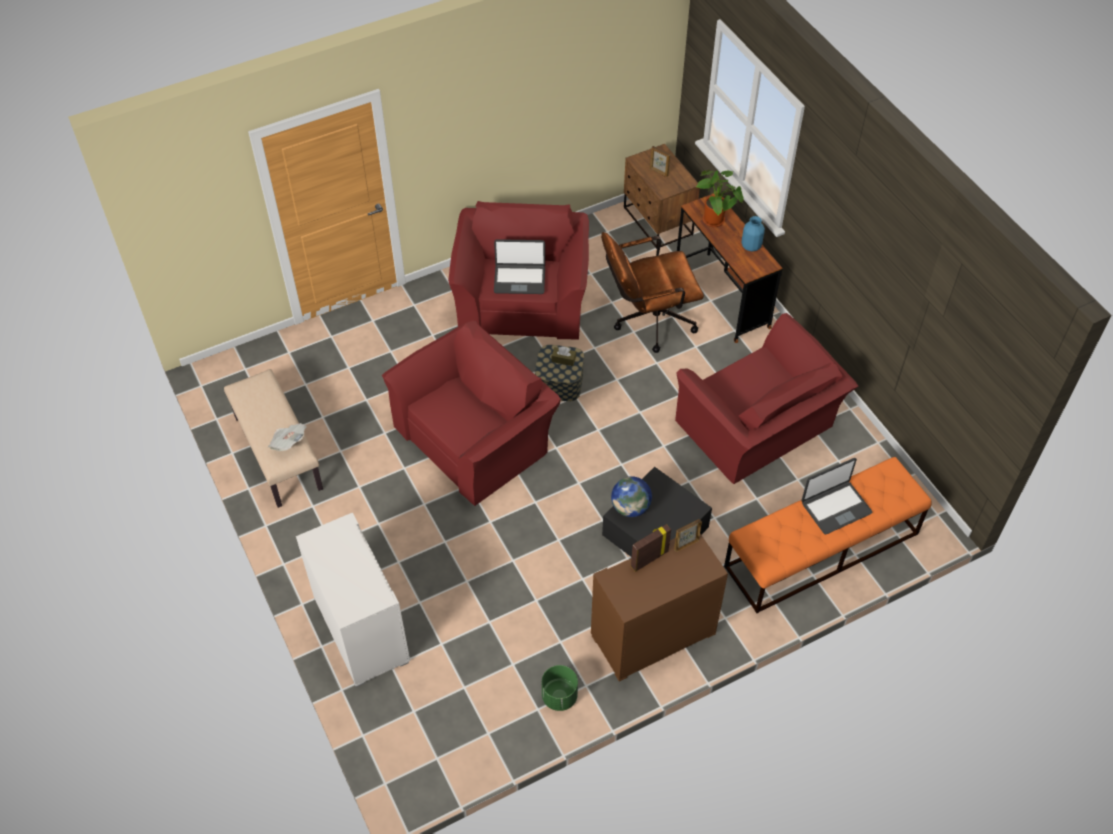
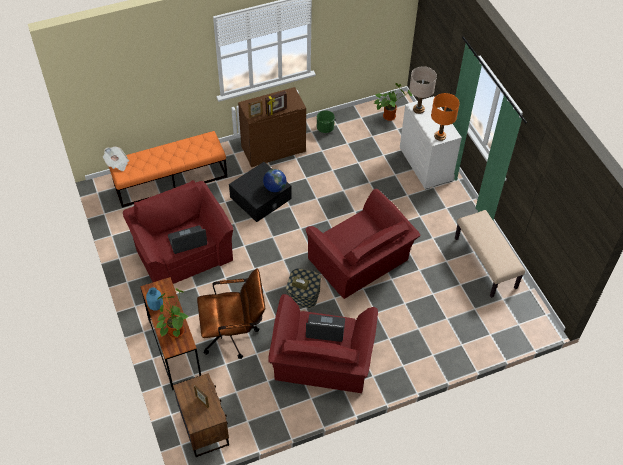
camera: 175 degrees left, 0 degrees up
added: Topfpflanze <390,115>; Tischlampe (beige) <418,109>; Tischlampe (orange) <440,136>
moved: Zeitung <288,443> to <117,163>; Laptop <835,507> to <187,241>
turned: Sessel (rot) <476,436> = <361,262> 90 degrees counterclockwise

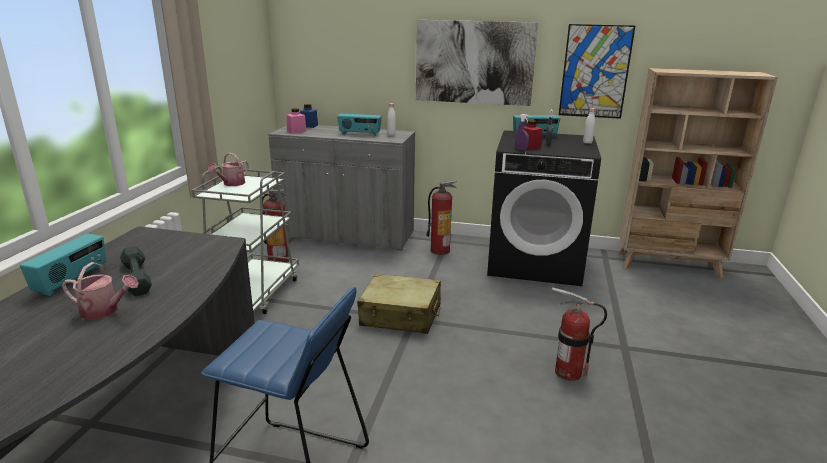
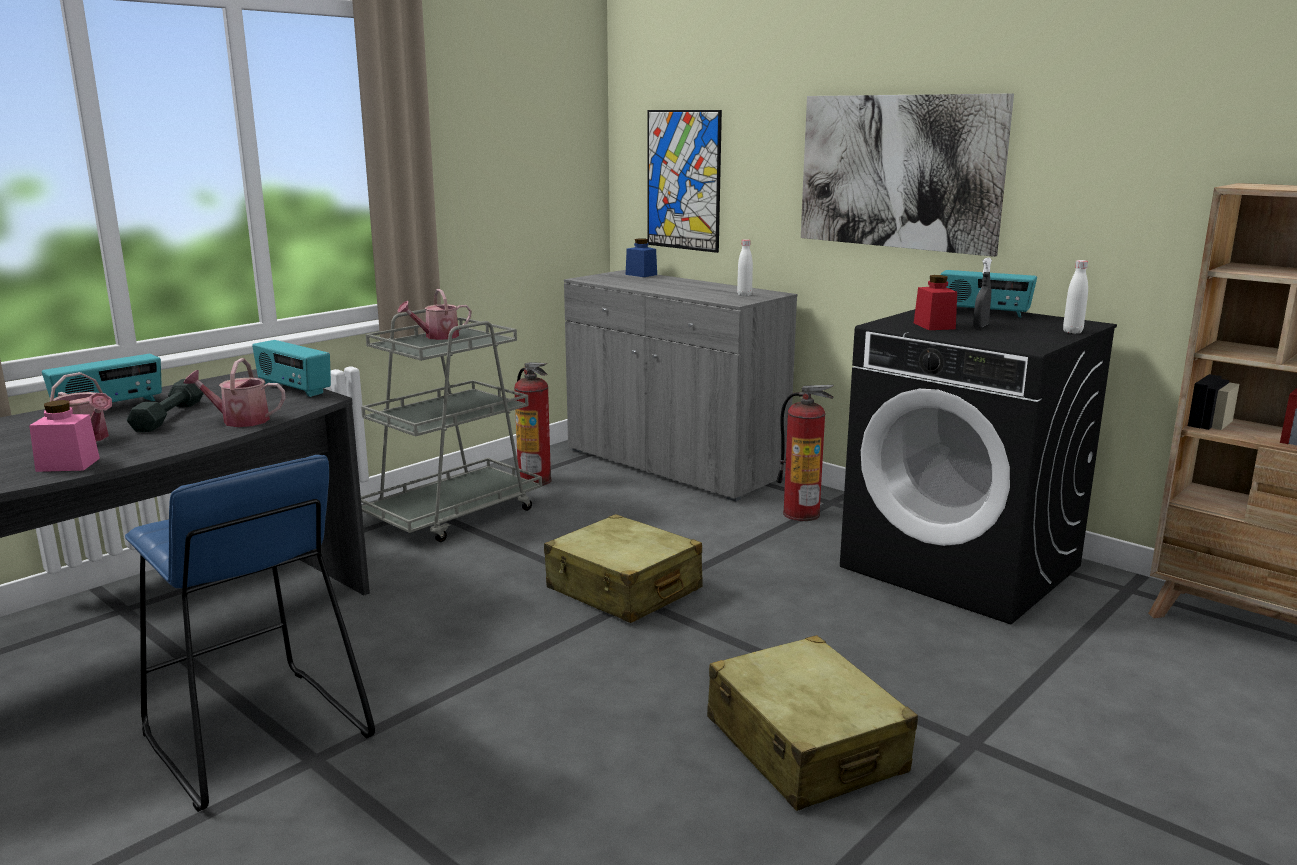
camera: 30 degrees right, 5 degrees down
removed: Sprühflasche (lila) <521,149>
added: Gießkanne <239,420>
moved: Vorratsglas (rosa) <296,131> to <68,465>; Radio <359,134> to <293,389>; Bild <595,72> to <683,180>
replaced: Feuerlöscher <568,372> to Koffer (beige) <805,746>

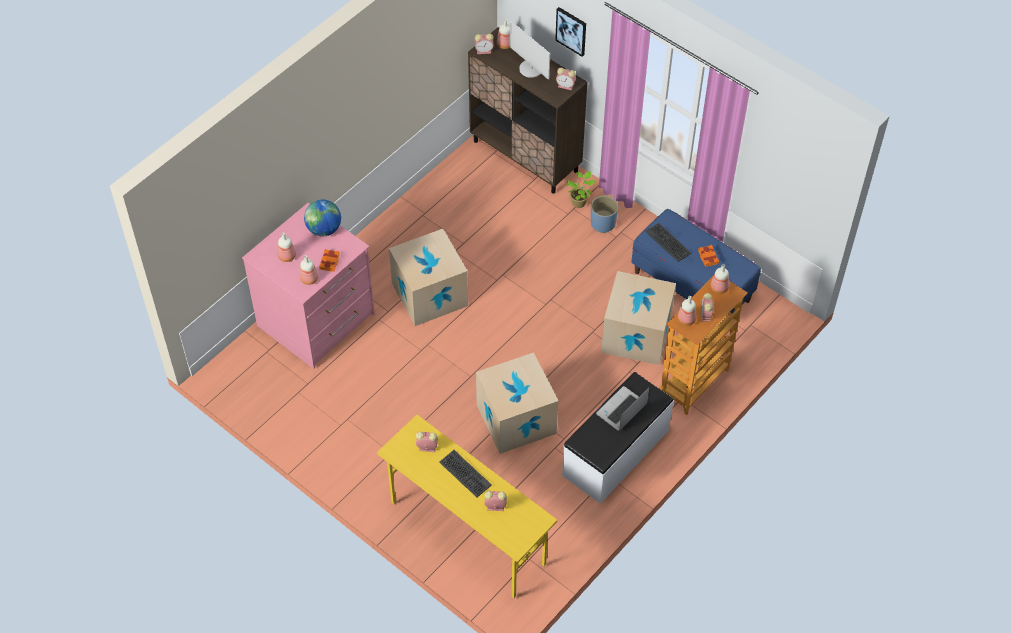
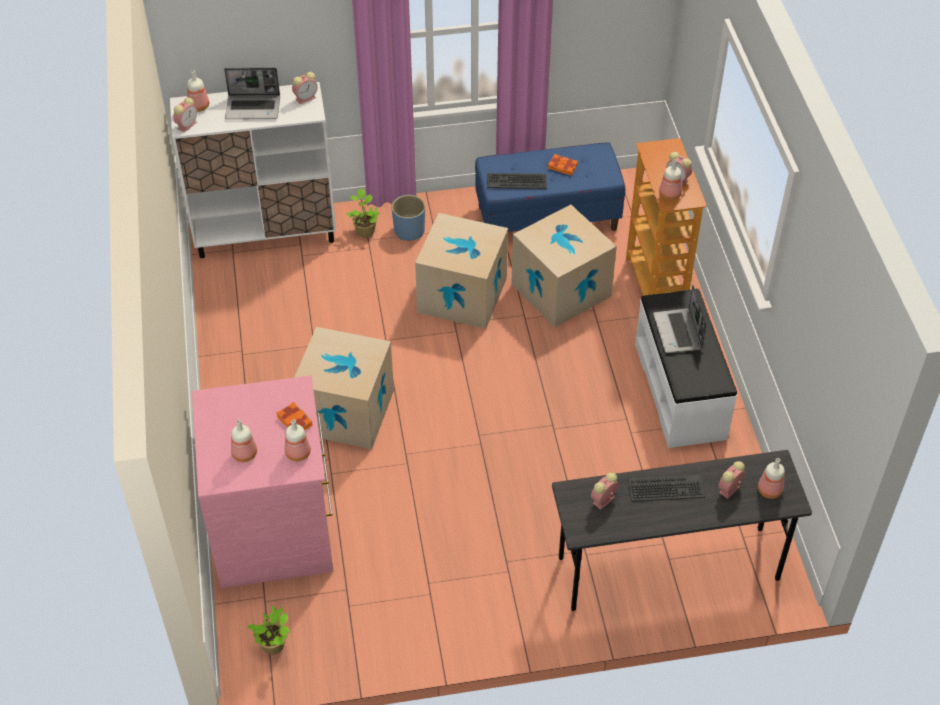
camera: 50 degrees left, 5 degrees down
removed: Globus <324,229>; Bild <571,31>
added: Topfpflanze <274,646>
moved: Karton <516,419> to <462,295>; Flasche <719,287> to <768,490>
replaced: Monitor <531,69> to Laptop <253,108>
recoloured: Schrank (braun) <525,156> to Schrank (weiß) <266,233>; Schreibtisch (gelb) <467,533> to Schreibtisch (grau) <667,569>

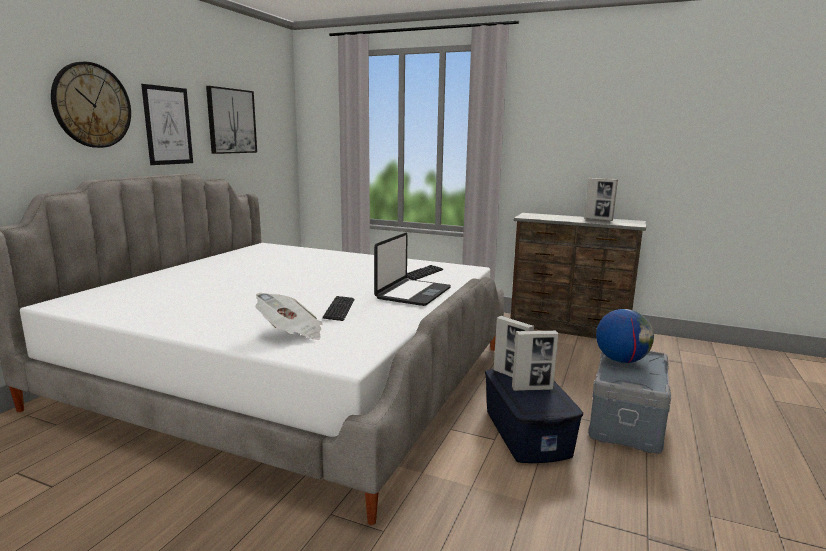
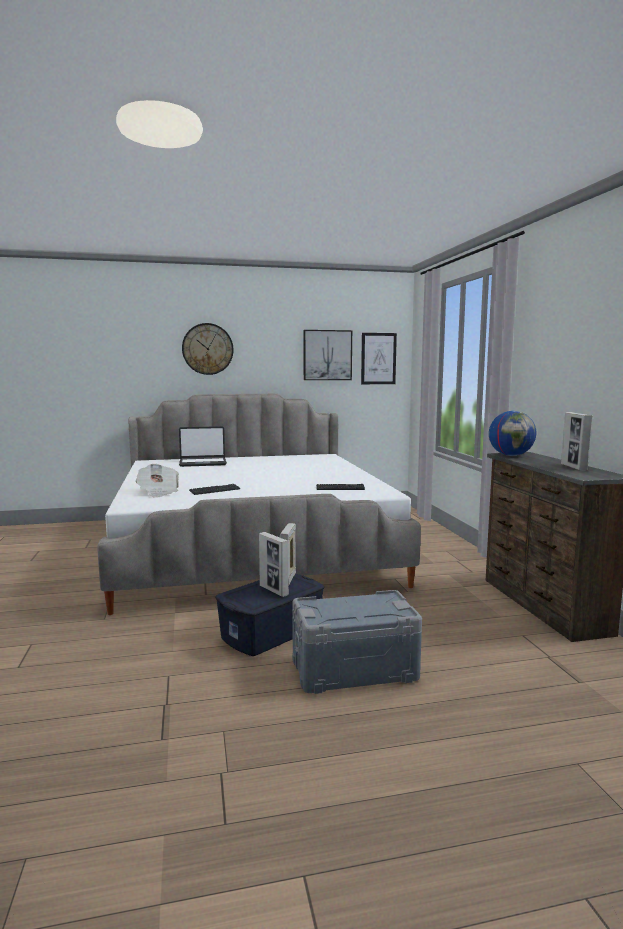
camera: 55 degrees right, 5 degrees down
moved: Laptop <412,293> to <202,463>; Bild <168,125> to <378,358>; Globus <621,360> to <511,455>

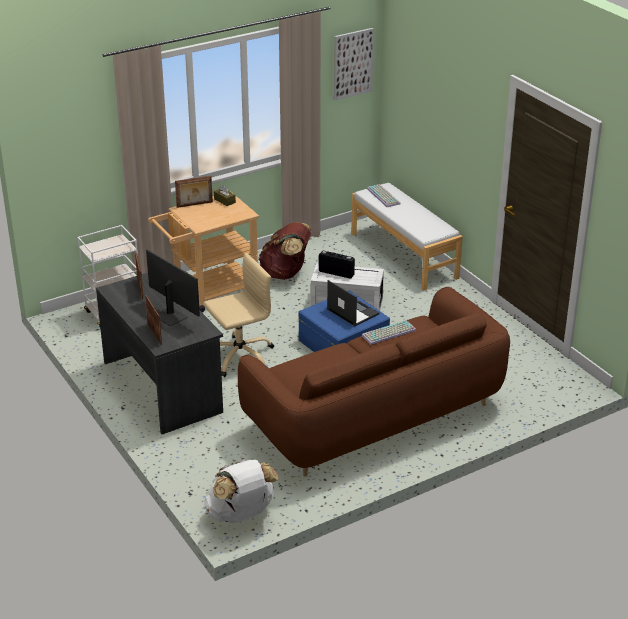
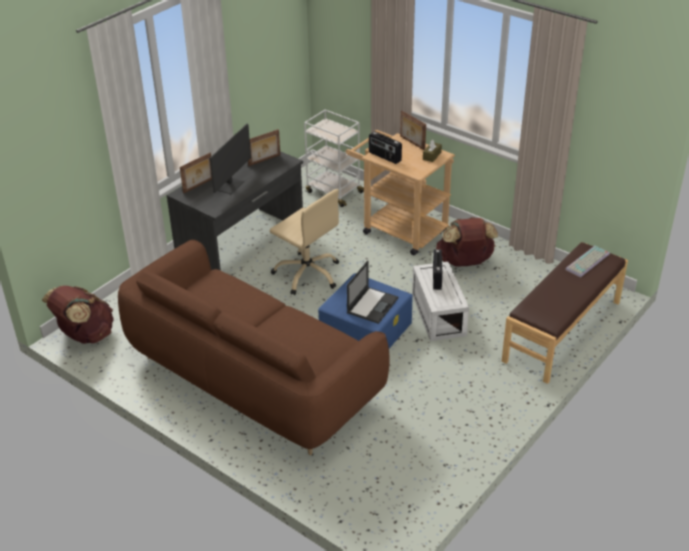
camera: 70 degrees right, 5 degrees up
removed: Bild <352,63>; Tastatur <388,334>
added: Radio <384,157>
recoloured: Rucksack (weiß) <241,515> to Rucksack (braun) <85,335>; Bank (weiß) <404,255> to Bank (braun) <563,331>

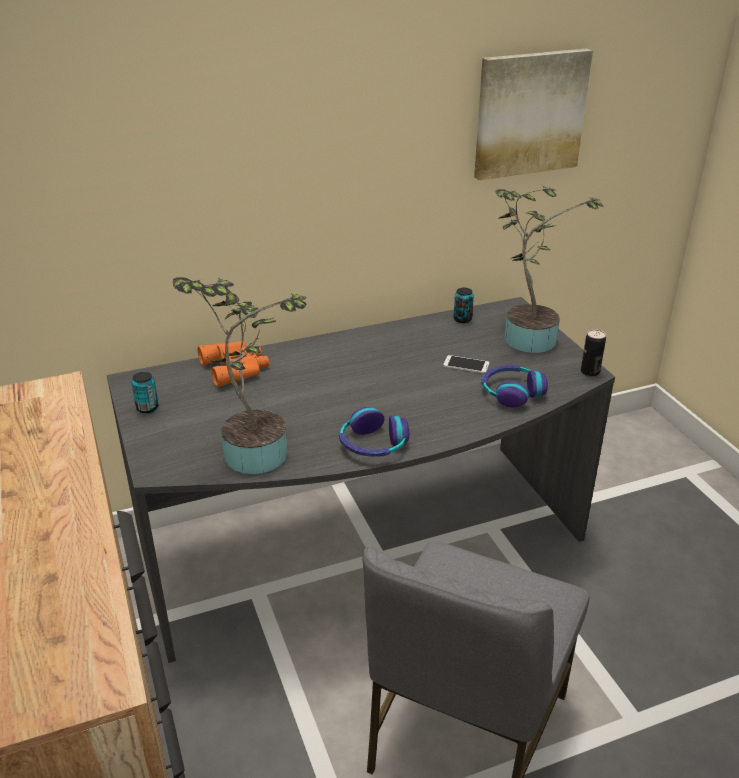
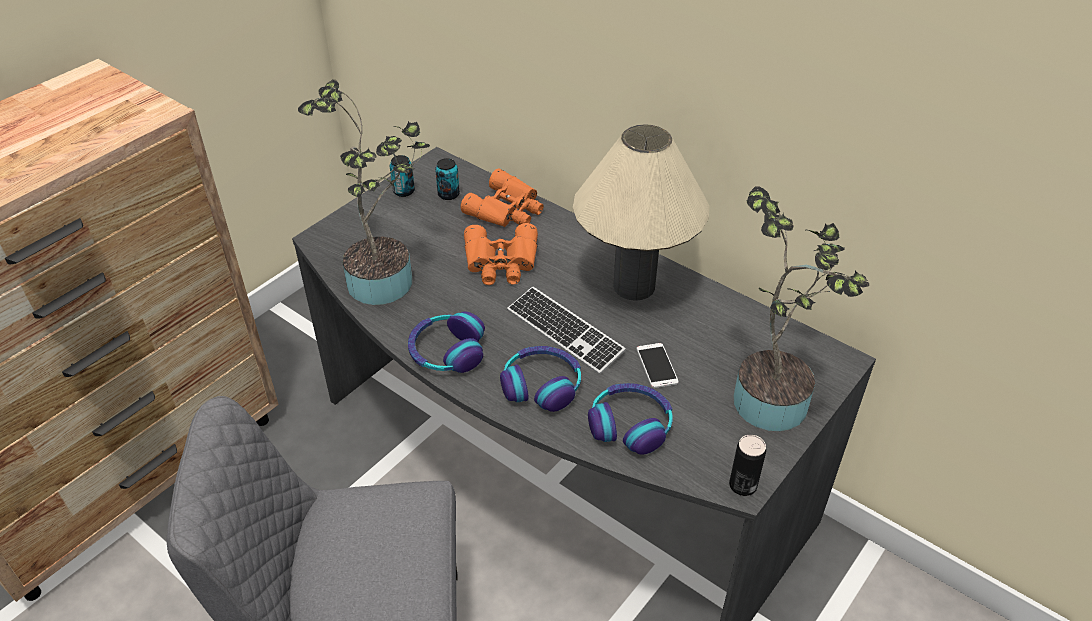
camera: 60 degrees right, 10 degrees up
removed: Bild <529,113>
added: Fernglas (orange) <501,263>; Kopfhörer <542,385>; Tastatur <564,332>; Tischlampe (beige) <634,286>
moved: Dose <462,319> to <448,194>

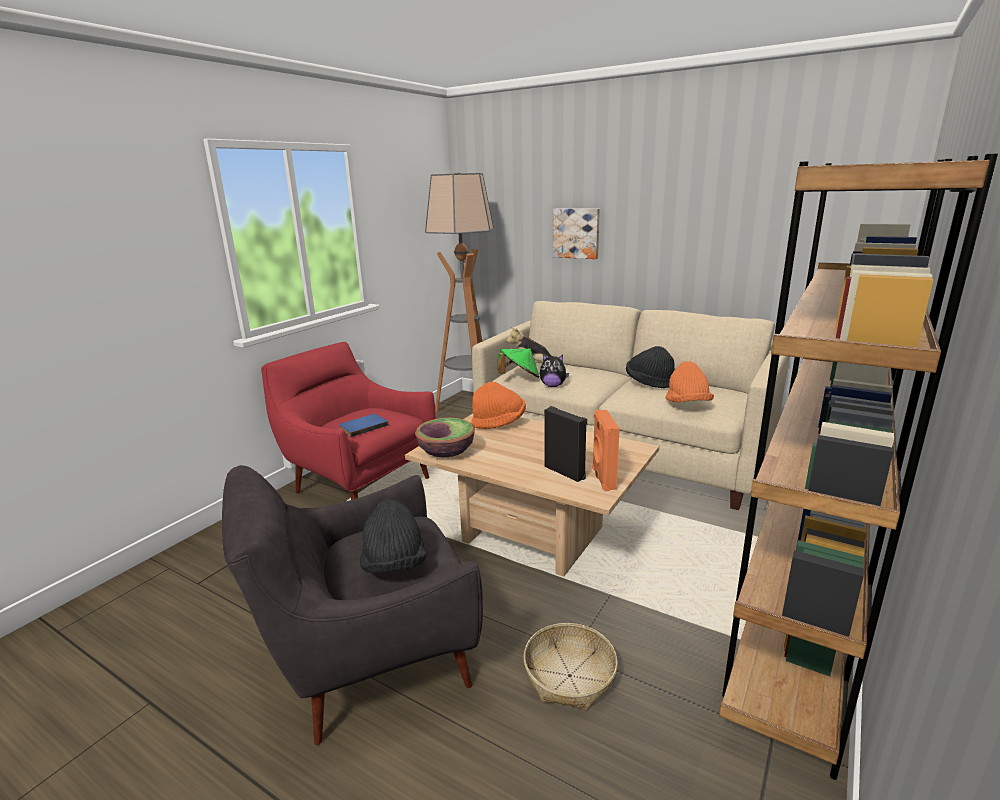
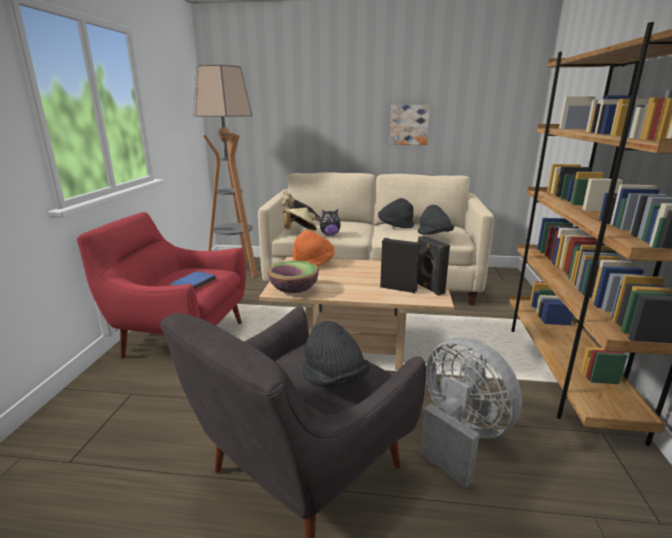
camera: 25 degrees left, 0 degrees up
moved: Bild <576,233> to <409,125>
replaced: Korb <569,675> to Ventilator (grau) <459,436>
recoloured: Hut (grün) <519,377> to Hut (beige) <299,231>; Lautsprecher (orange) <602,479> to Lautsprecher (schwarz) <428,288>; Hut (orange) <687,404> to Hut (schwarz) <434,236>

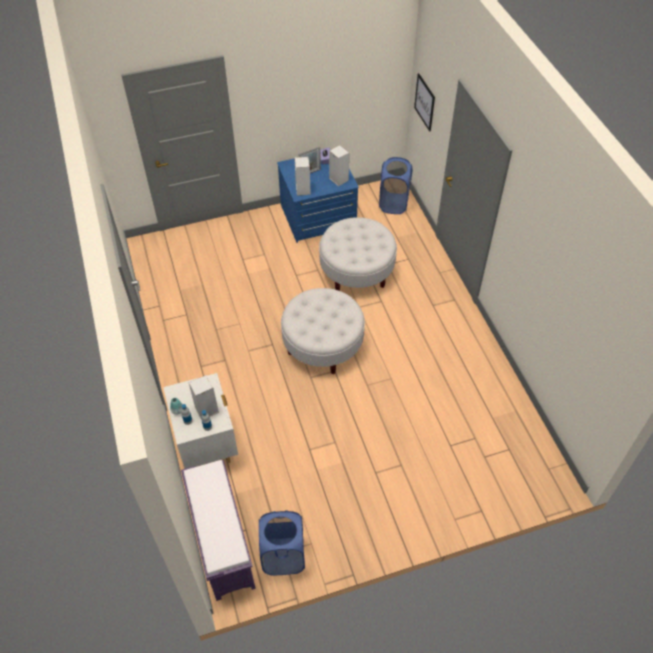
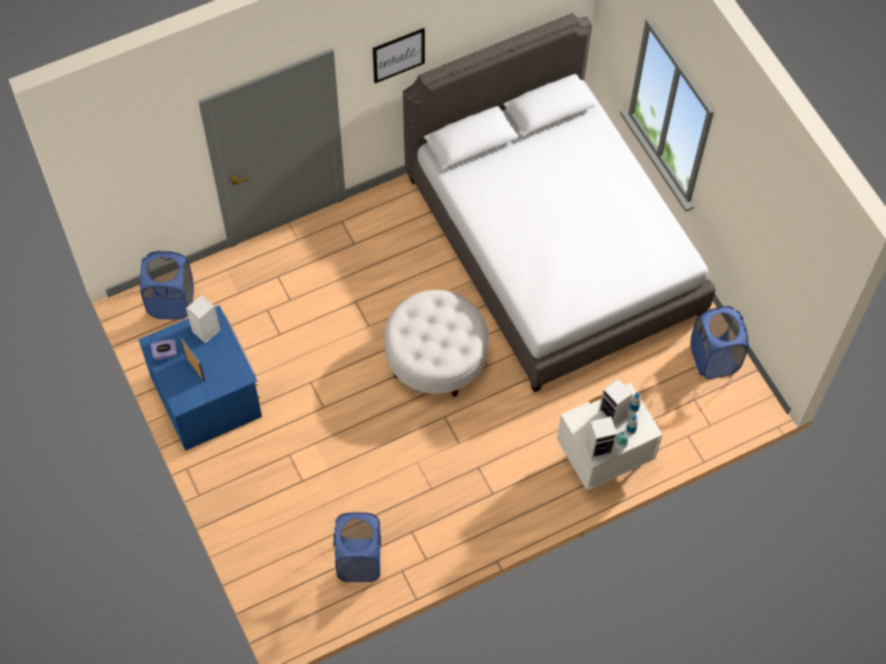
camera: 100 degrees left, 10 degrees up
removed: Bank (lila) <222,543>; Polsterhocker (weiß) <357,271>
added: Wäschekorb (blau) <359,560>; Bett (grau) <552,245>
moved: Bild <424,102> to <398,55>; Lautsprecher <303,190> to <599,448>

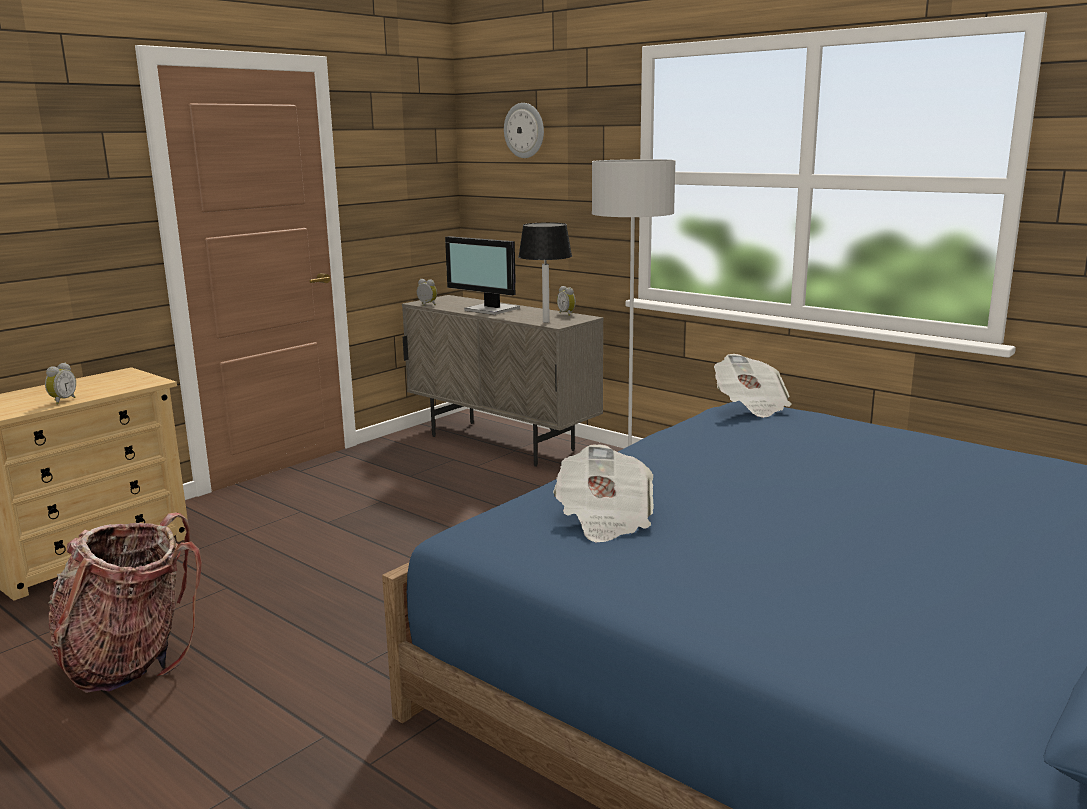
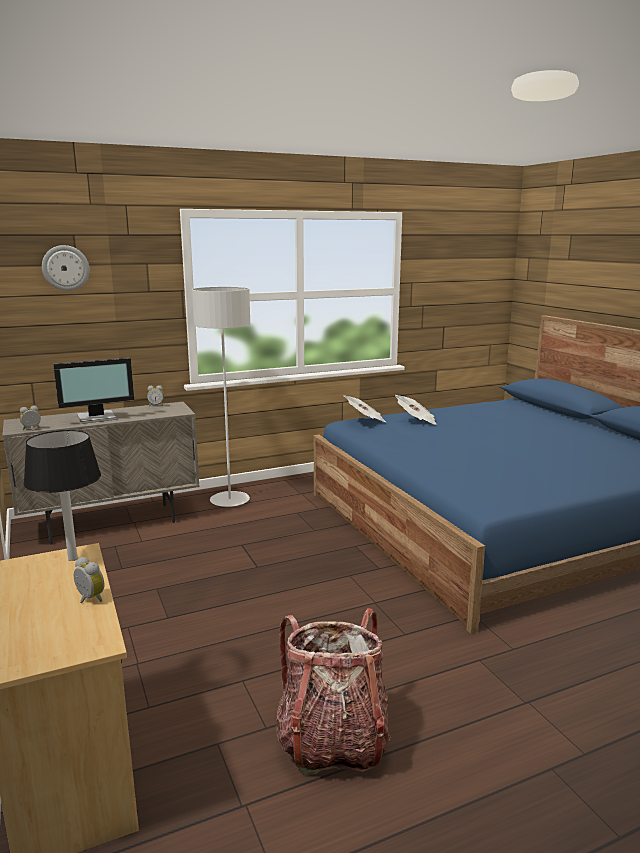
camera: 65 degrees left, 0 degrees up
moved: Tischlampe (schwarz) <545,322> to <72,559>; Zeitung <604,519> to <416,421>

